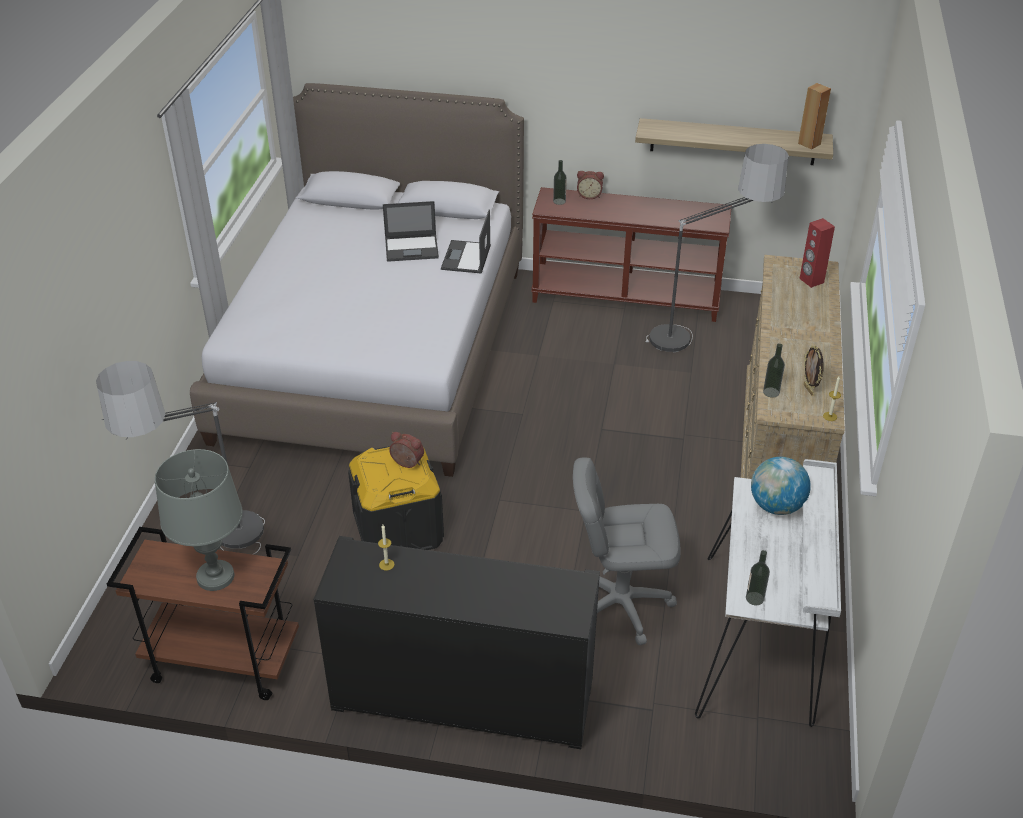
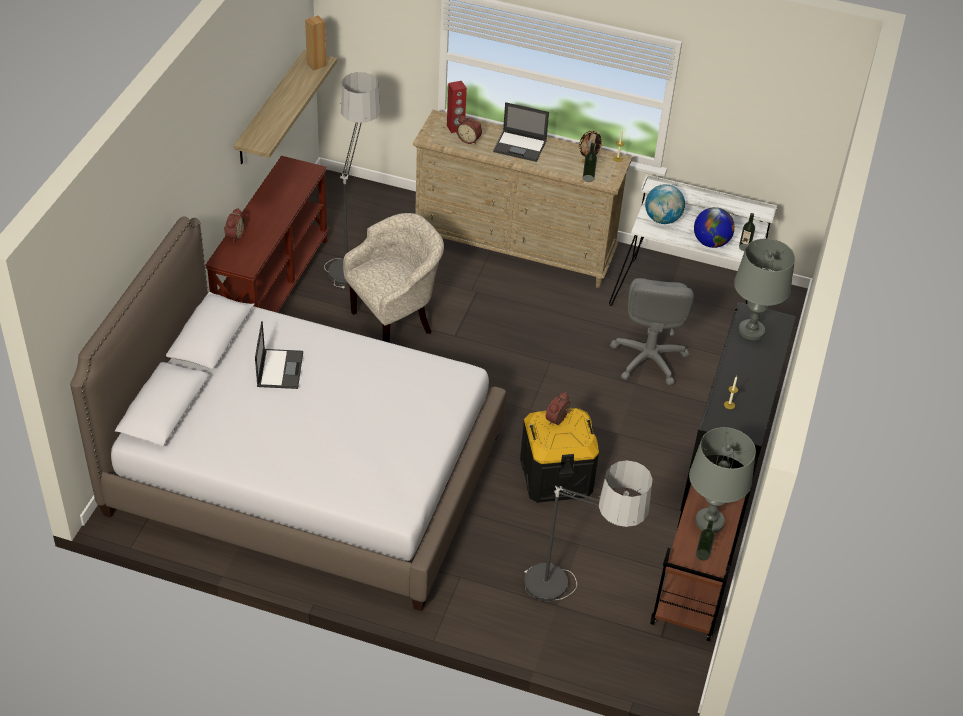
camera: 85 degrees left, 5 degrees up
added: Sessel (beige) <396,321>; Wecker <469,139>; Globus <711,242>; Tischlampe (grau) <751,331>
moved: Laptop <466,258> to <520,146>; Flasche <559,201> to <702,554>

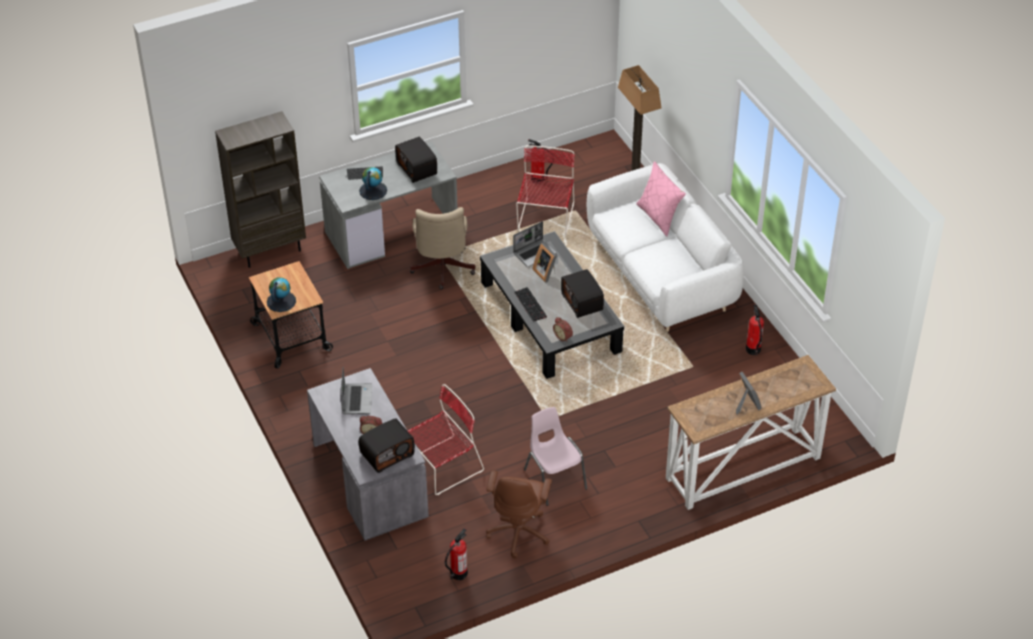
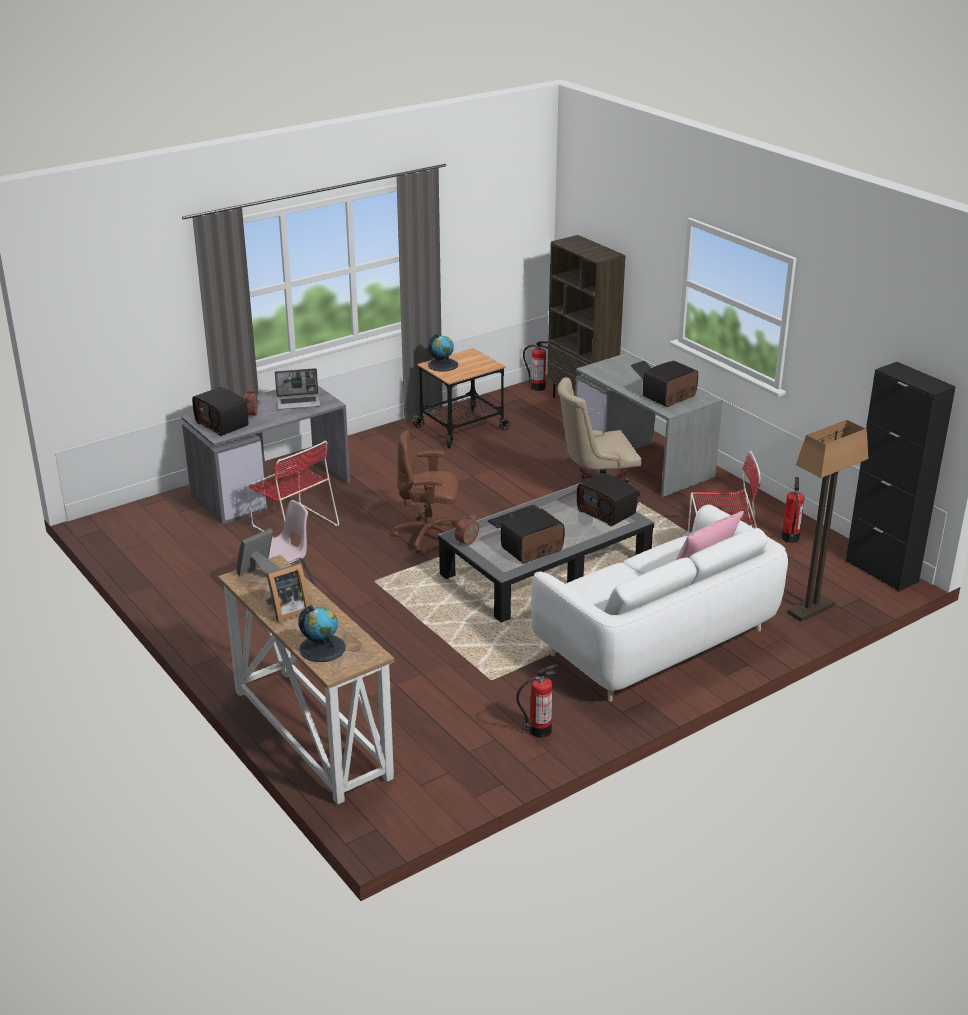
camera: 80 degrees right, 15 degrees down
added: Schrank (schwarz) <881,571>
moved: Bilderrahmen <546,272> to <260,573>; Globus <373,190> to <322,648>; Bürostuhl (braun) <519,532> to <429,536>; Feuerlöscher <458,573> to <538,387>
replaced: Laptop <535,253> to Radio <607,512>

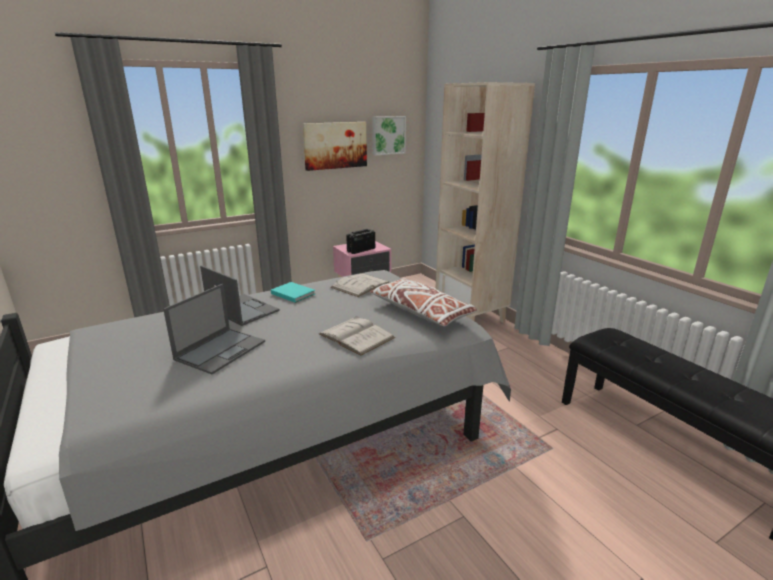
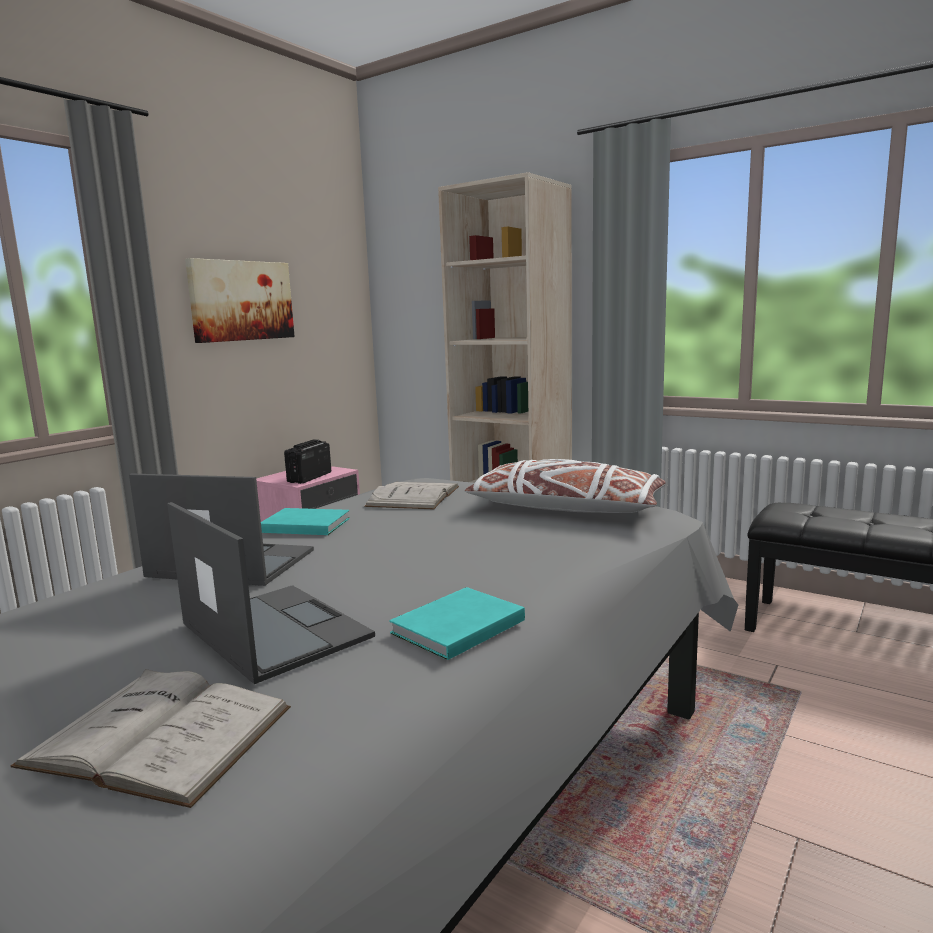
camera: 25 degrees left, 10 degrees down
removed: Bild <388,135>
added: Buch (türkis) <454,627>
moved: Buch (weiß) <356,336> to <159,736>
turned: Laptop <221,350> = <273,630> 45 degrees counterclockwise

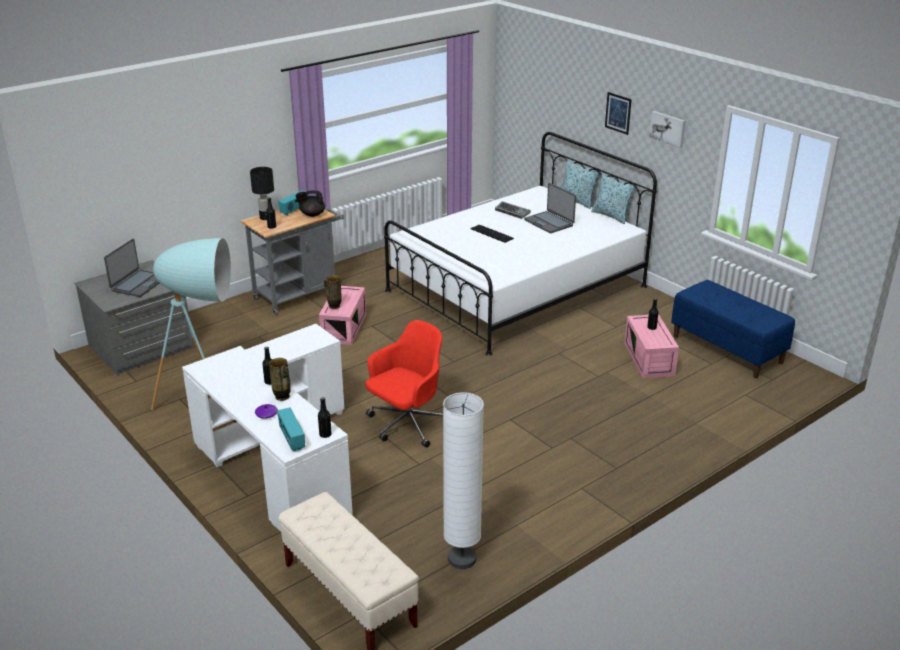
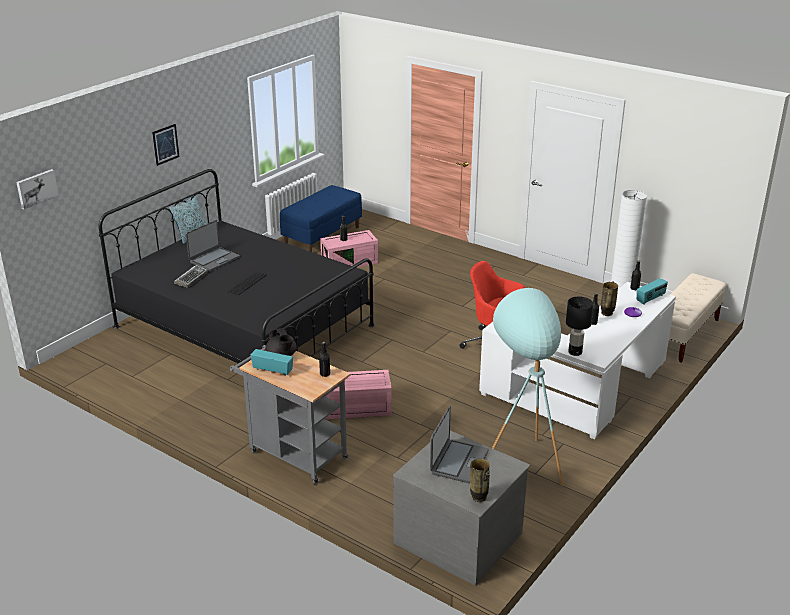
camera: 105 degrees left, 0 degrees up
removed: Kissen <577,201>
moved: Bild <668,128> to <36,188>; Vase <334,306> to <479,497>; Tischlampe (schwarz) <265,218> to <575,352>
recoloured: Bett (weiß) <516,288> to Bett (schwarz) <244,326>
turned: Laptop <139,284> = <458,462> 105 degrees clockwise

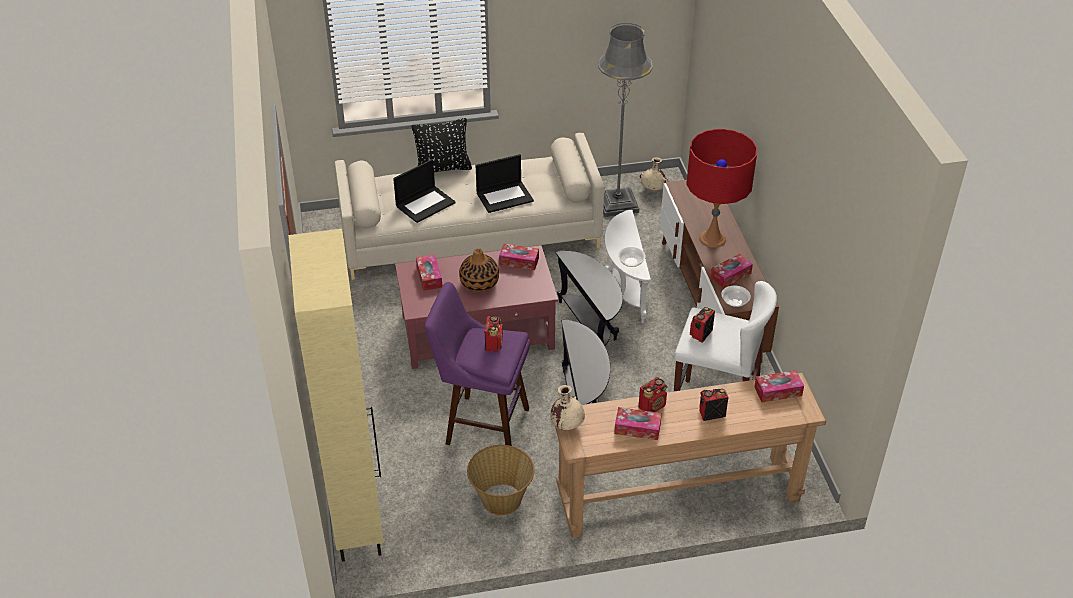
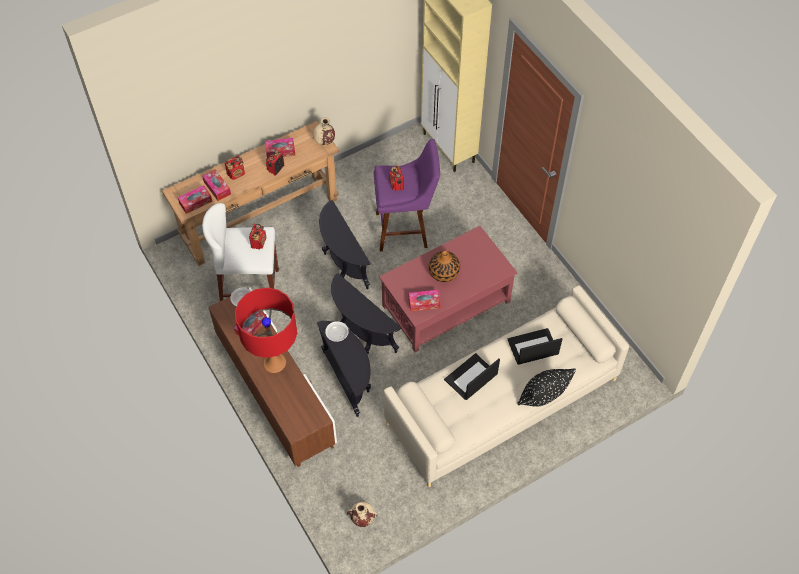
camera: 160 degrees right, 15 degrees up
removed: Korb <501,500>; Stehlampe (grau) <617,204>
moved: Taschentuchbox <429,277> to <217,188>
recoloured: Beistelltisch (weiß) <623,291> to Beistelltisch (schwarz) <349,379>
turned: Laptop <425,204> = <532,347> 45 degrees clockwise

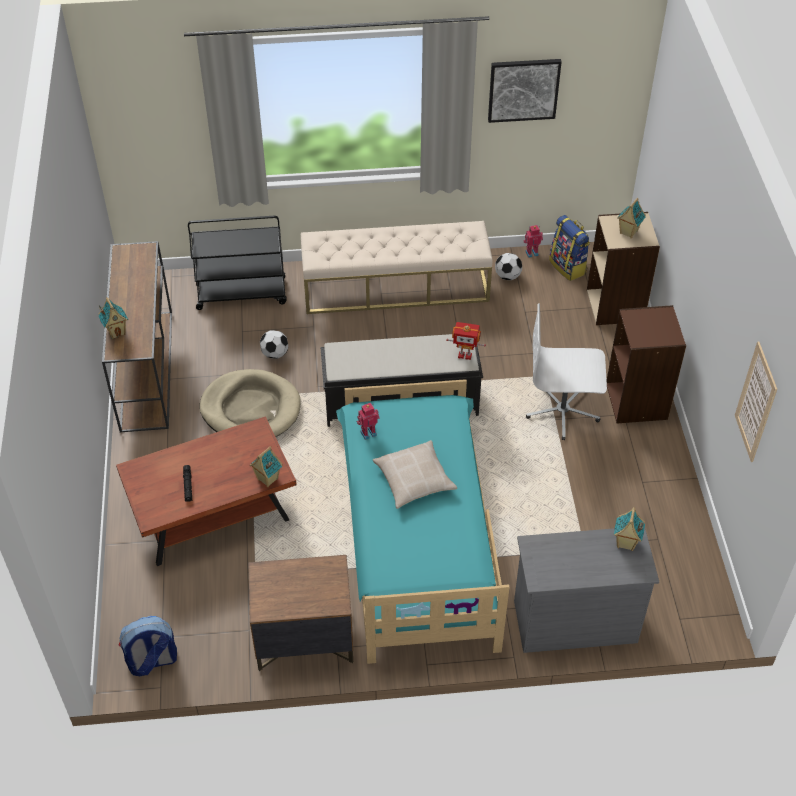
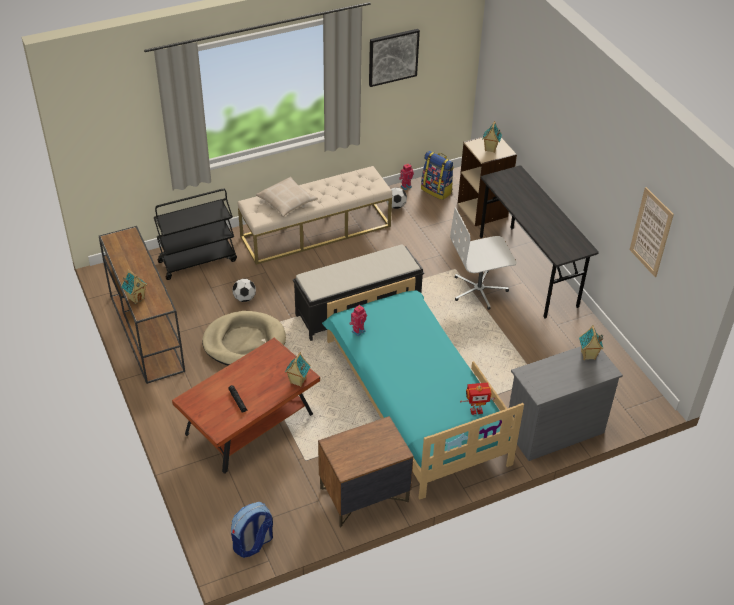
camera: 20 degrees left, 5 degrees down
moved: Kissen (beige) <414,480> to <287,202>; Spielzeugroboter <465,355> to <476,410>
replaced: Bücherregal (braun) <637,401> to Schreibtisch (grau) <528,271>

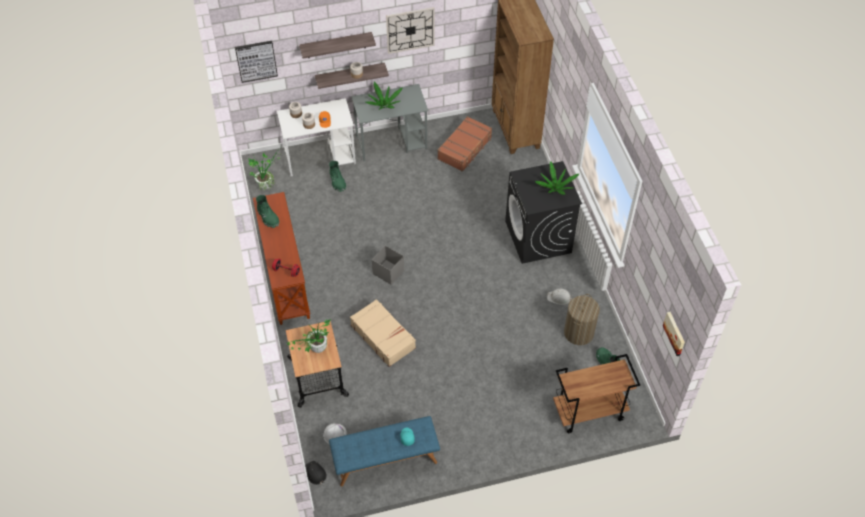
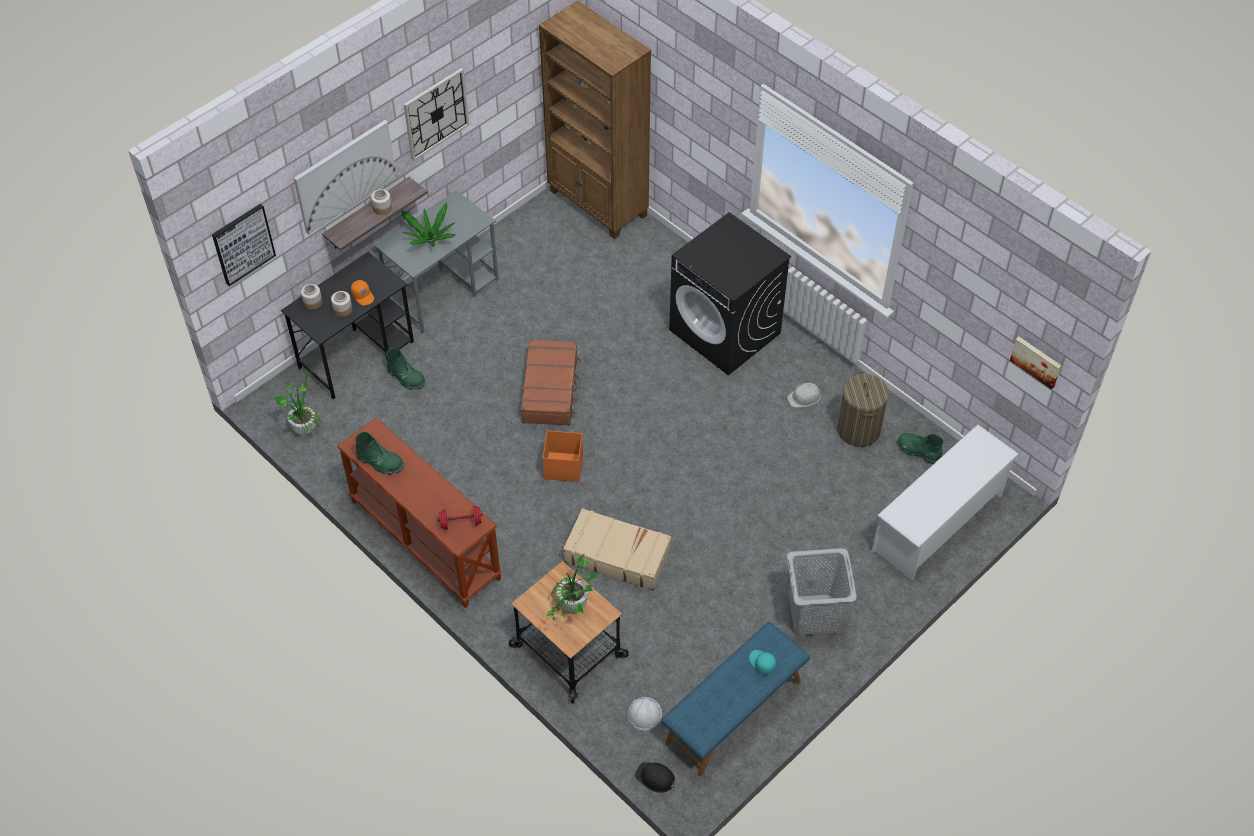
camera: 30 degrees left, 0 degrees up
removed: Topfpflanze <555,188>
added: Wäschekorb (grau) <814,615>
moved: Koffer (braun) <465,148> to <550,389>
replaced: Wandregal <336,45> to Bild <345,176>; Rollwagen (braun) <588,412> to Schuhregal (weiß) <938,522>
recoloured: Schreibtisch (weiß) <320,157> to Schreibtisch (schwarz) <357,354>; Aufbewahrungsbox (grau) <388,272> to Aufbewahrungsbox (orange) <563,467>

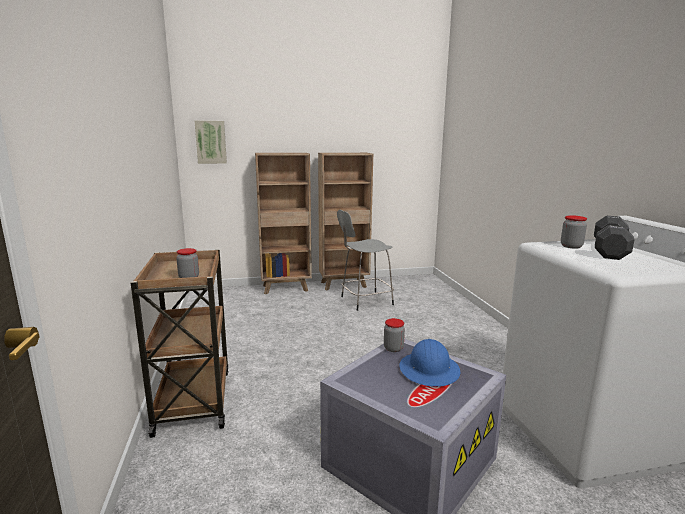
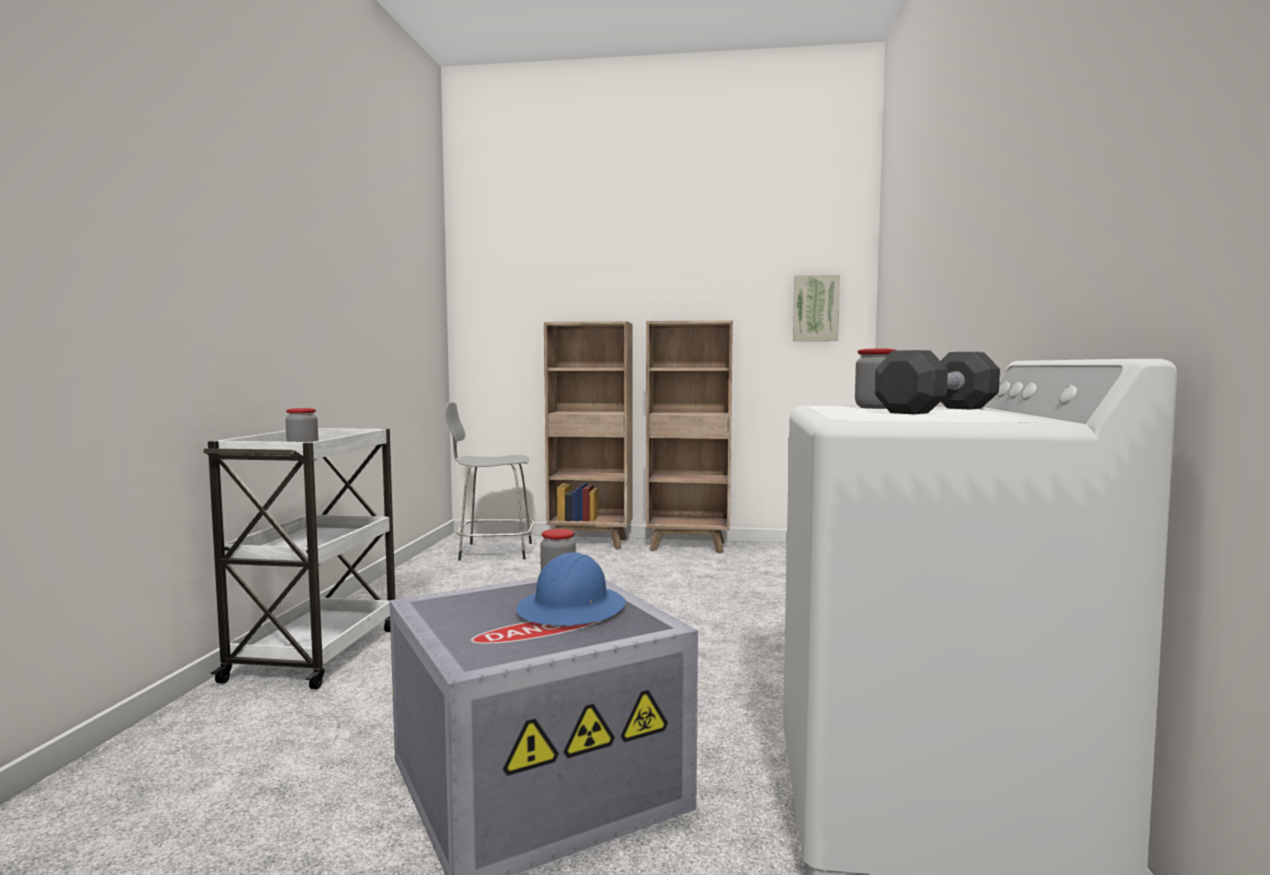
camera: 20 degrees right, 10 degrees down
moved: Hocker (grau) <364,301> to <493,551>; Bild <211,142> to <815,308>
recoloured: Rollwagen (braun) <193,399> to Rollwagen (weiß) <316,652>

